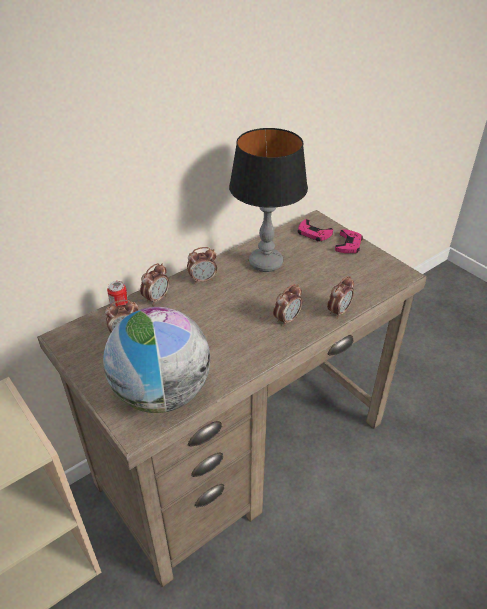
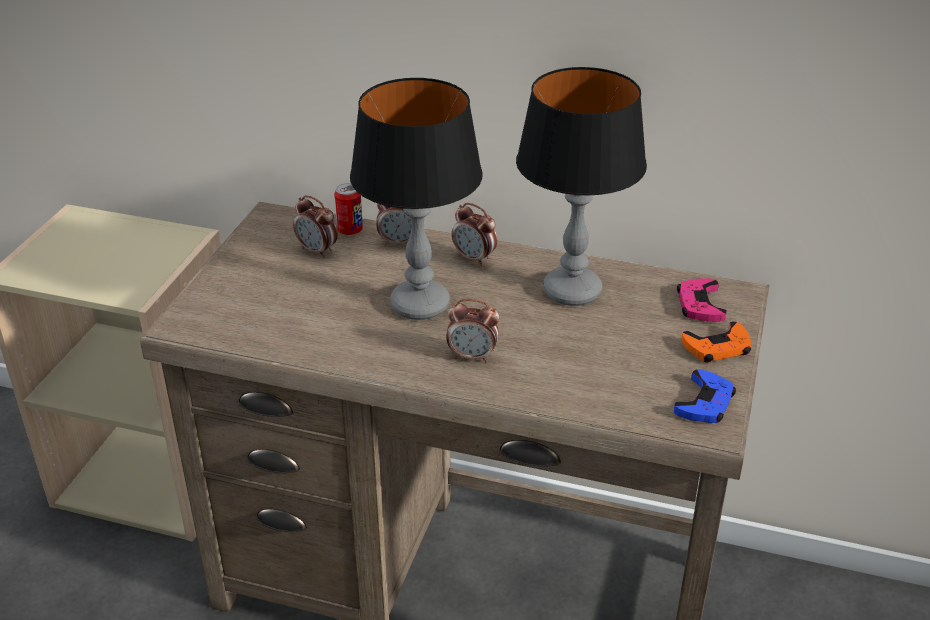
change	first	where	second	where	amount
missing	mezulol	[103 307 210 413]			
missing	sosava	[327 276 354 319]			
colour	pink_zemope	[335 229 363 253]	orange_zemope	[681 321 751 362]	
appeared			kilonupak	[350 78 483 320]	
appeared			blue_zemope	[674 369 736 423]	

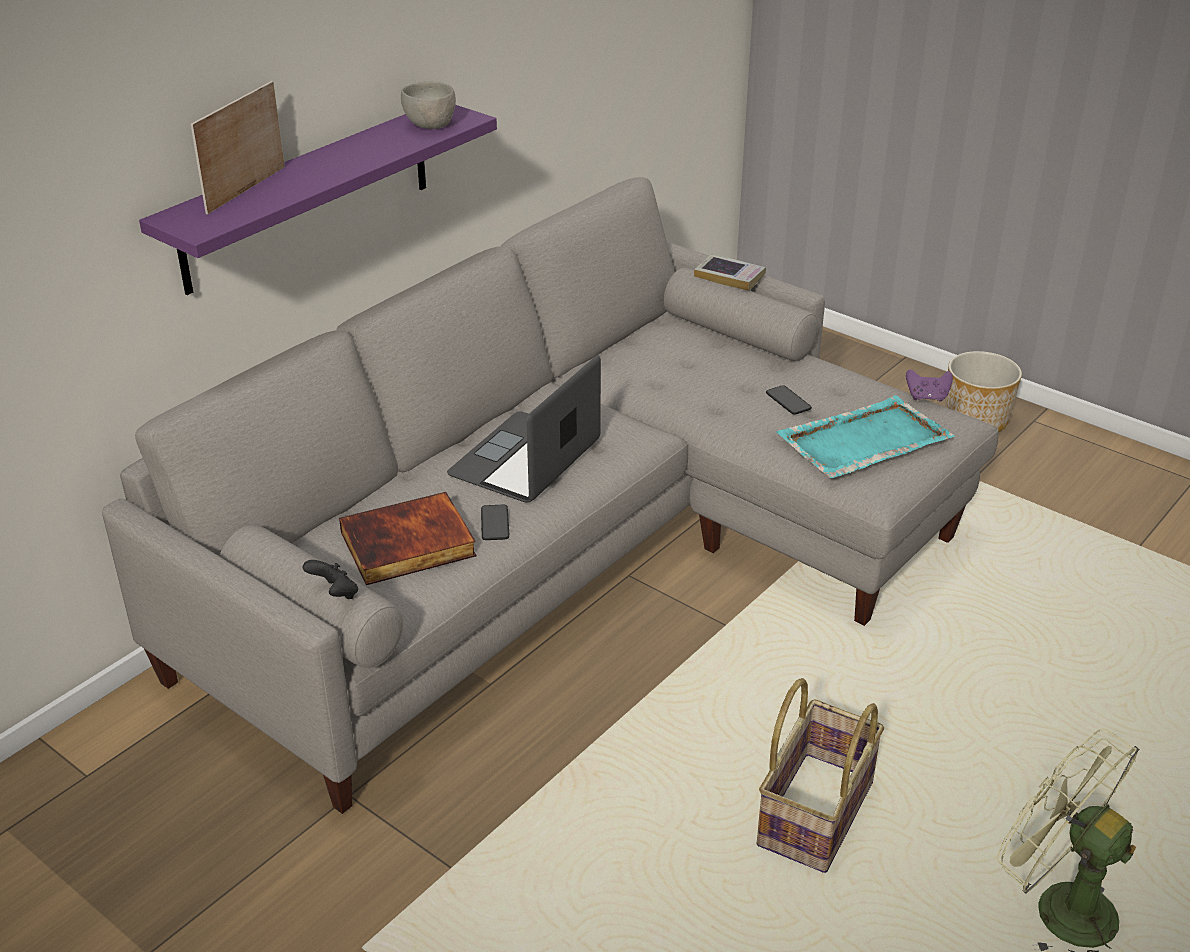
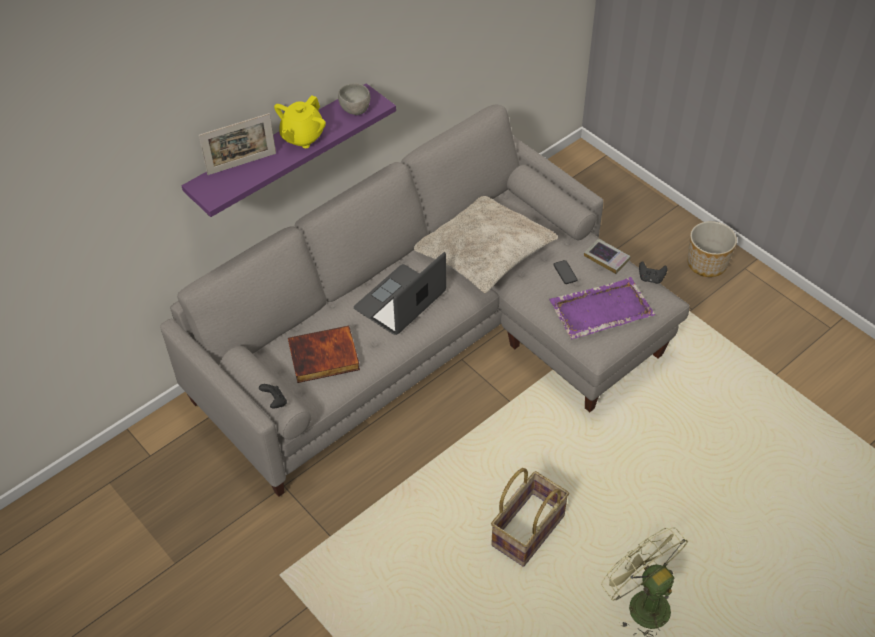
change	first	where	second	where	amount
spun	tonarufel	[191 81 285 215]		[199 113 276 175]	150 degrees counterclockwise
missing	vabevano	[481 505 509 540]			
relocated	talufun	[694 254 766 291]		[584 238 631 274]	
colour	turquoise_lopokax	[776 395 955 478]	purple_lopokax	[549 277 655 339]	
colour	purple_zemope	[906 369 953 402]	black_zemope	[639 261 668 284]	
appeared			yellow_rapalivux	[274 95 326 148]	
appeared			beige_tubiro	[414 196 558 293]	

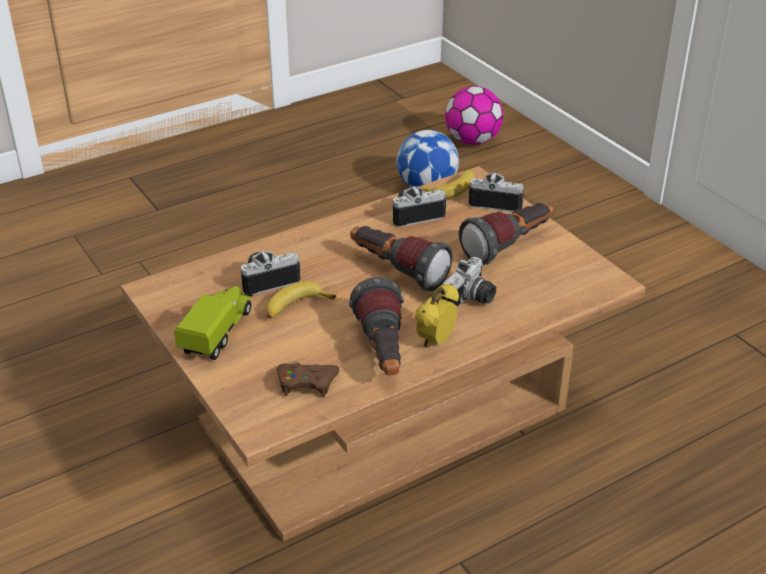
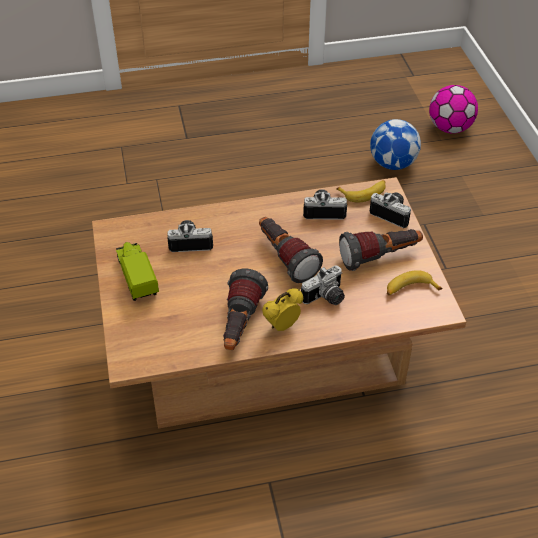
change	first	where	second	where	amount
spun	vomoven	[174 286 253 360]		[116 242 159 301]	60 degrees counterclockwise
relocated	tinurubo	[266 281 336 319]		[387 270 442 295]	
missing	brown_zemope	[277 362 339 397]			

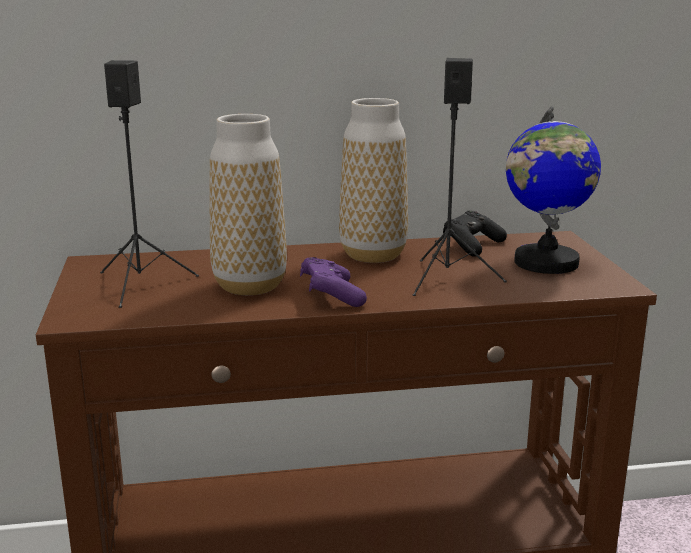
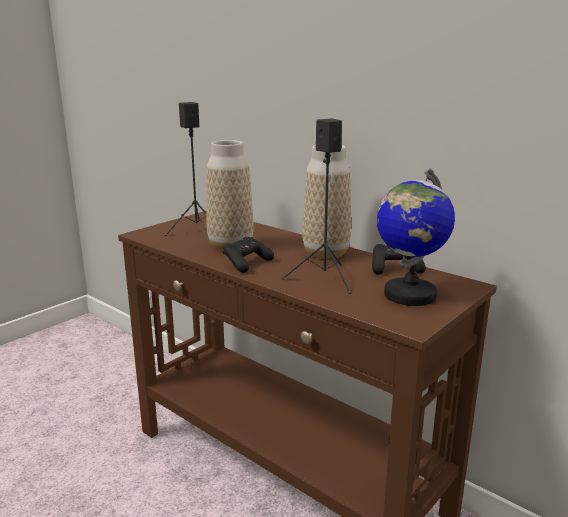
change	first	where	second	where	amount
colour	purple_zemope	[300 257 367 307]	black_zemope	[223 237 274 273]	

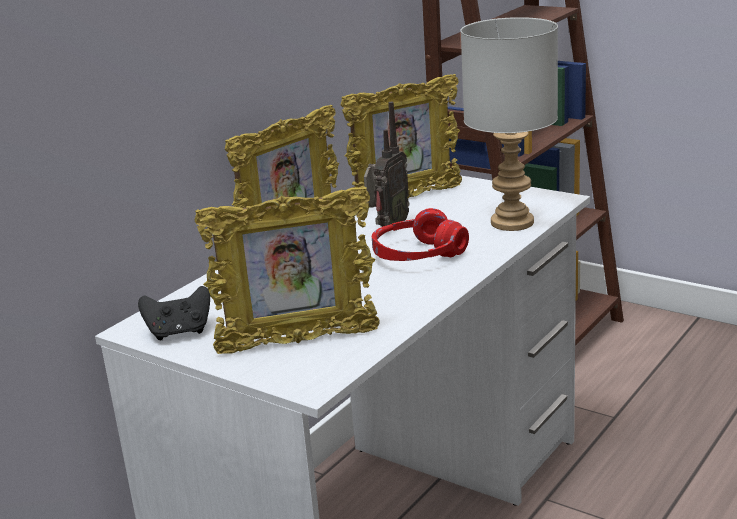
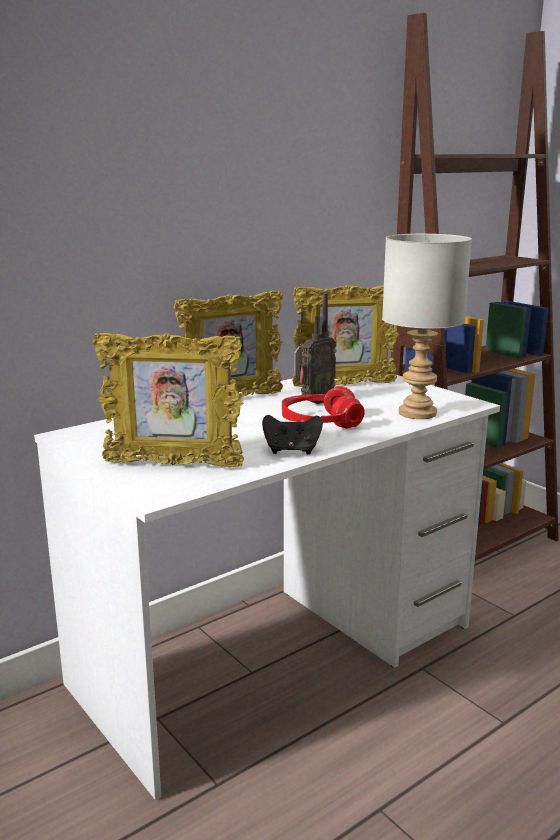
change	first	where	second	where	amount
relocated	black_zemope	[138 286 210 340]		[262 415 323 454]	

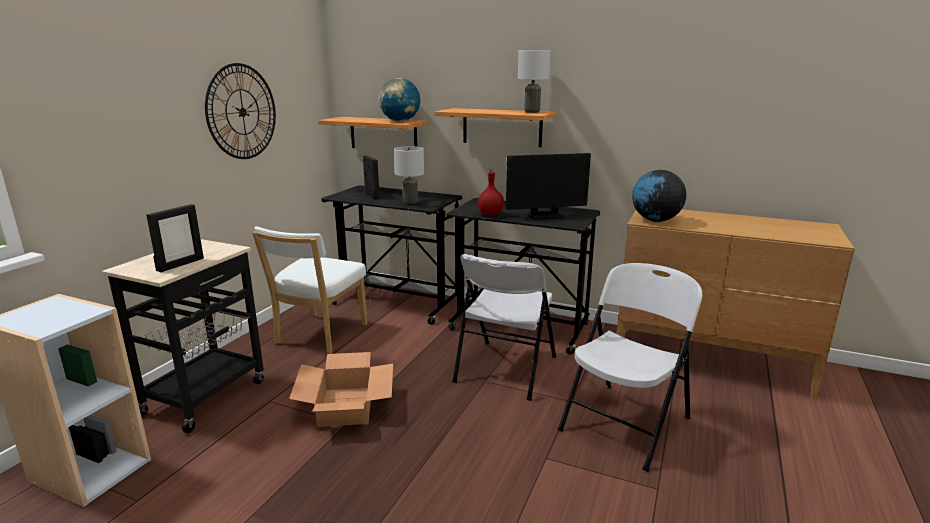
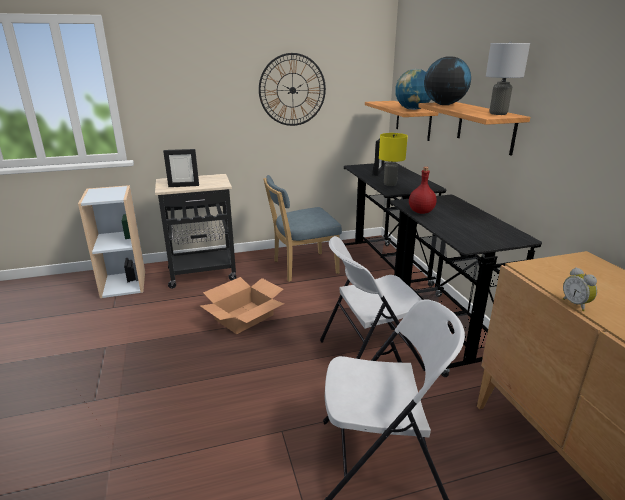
change	first	where	second	where	amount
colour	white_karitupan	[252 226 367 354]	blue_karitupan	[263 175 342 282]	
colour	white_kilonupak	[394 146 424 204]	yellow_kilonupak	[379 133 408 186]	
missing	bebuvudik	[506 153 591 220]			
relocated	mezulol	[632 170 686 222]		[424 57 471 105]	
appeared			sosava	[563 267 597 311]	

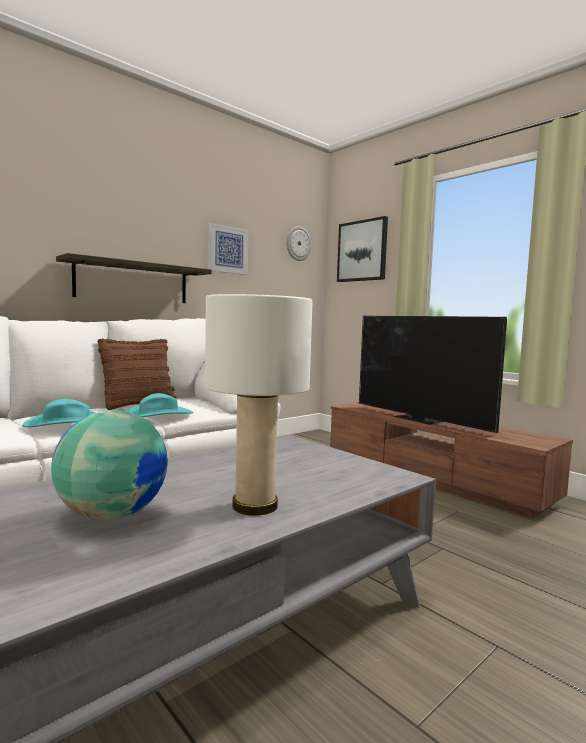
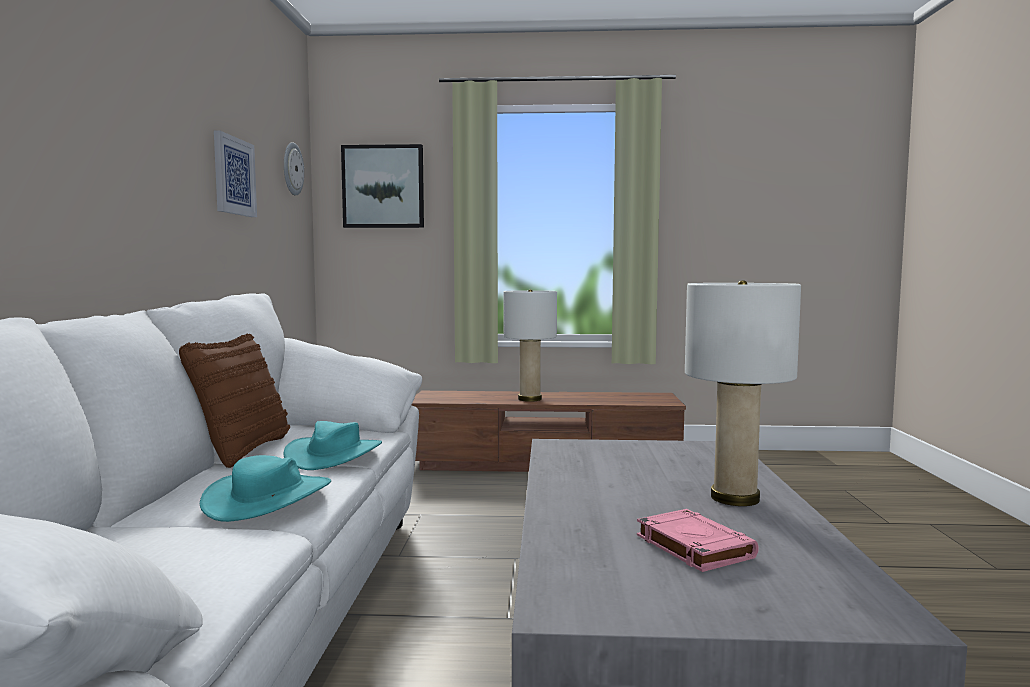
change	first	where	second	where	amount
exchanged	mezulol	[51 410 168 521]	pink_talufun	[637 509 759 572]	
missing	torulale	[56 253 212 303]			
exchanged	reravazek	[359 316 507 433]	white_kilonupak	[503 289 557 402]	

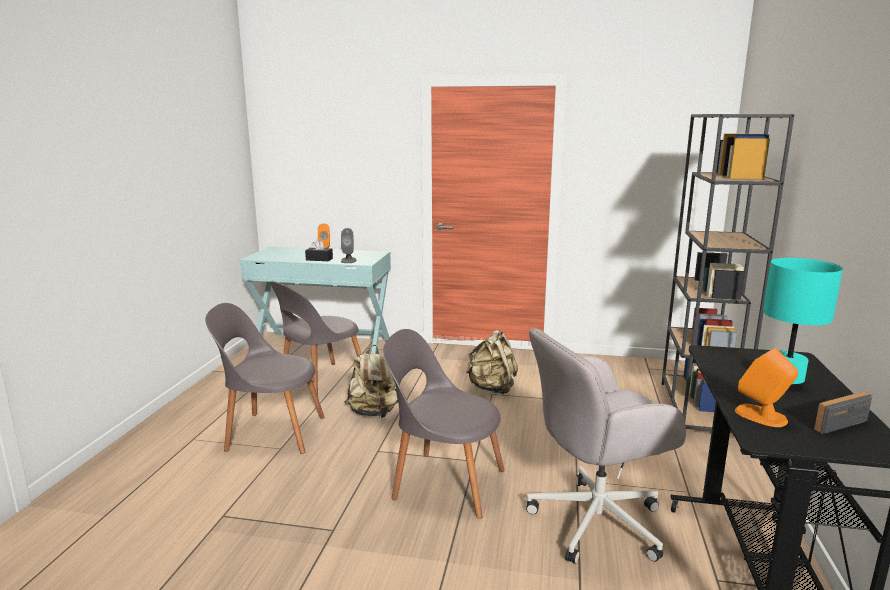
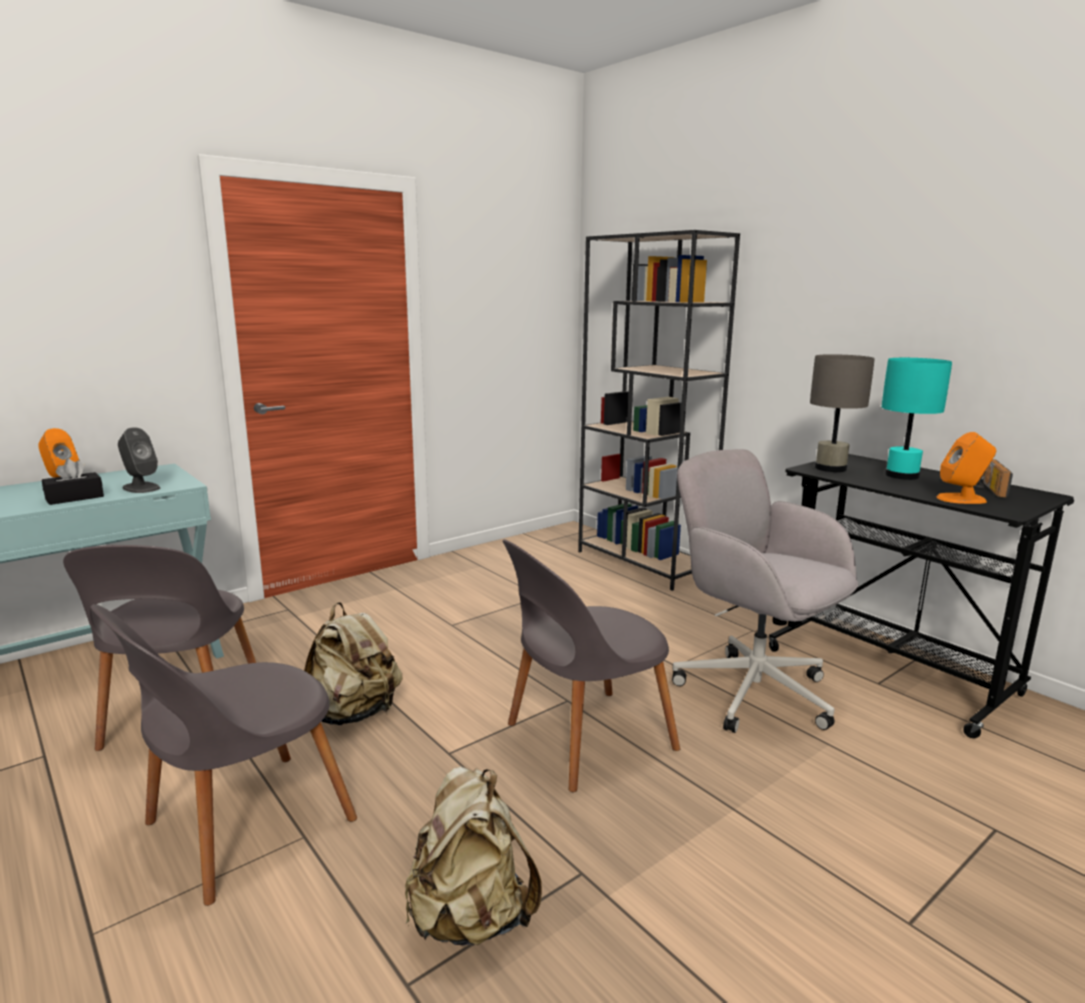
change	first	where	second	where	amount
relocated	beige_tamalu	[466 330 518 395]		[405 766 542 946]	
spun	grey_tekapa	[526 328 686 564]		[672 449 859 733]	120 degrees clockwise
appeared			grey_kilonupak	[810 354 875 472]	

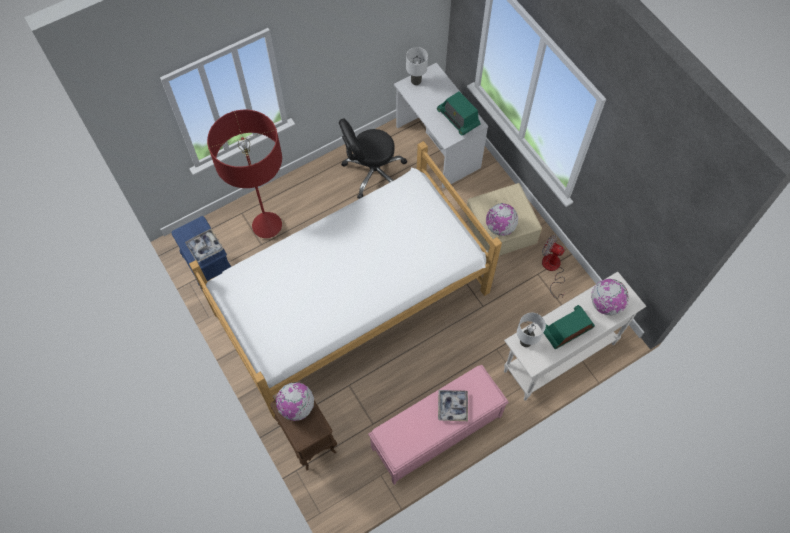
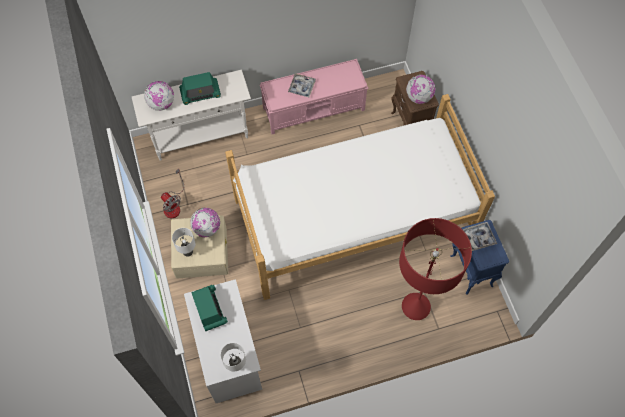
change	first	where	second	where	amount
missing	black_tekapa	[339 118 407 199]			
relocated	white_kilonupak	[517 313 546 347]		[172 228 196 257]	

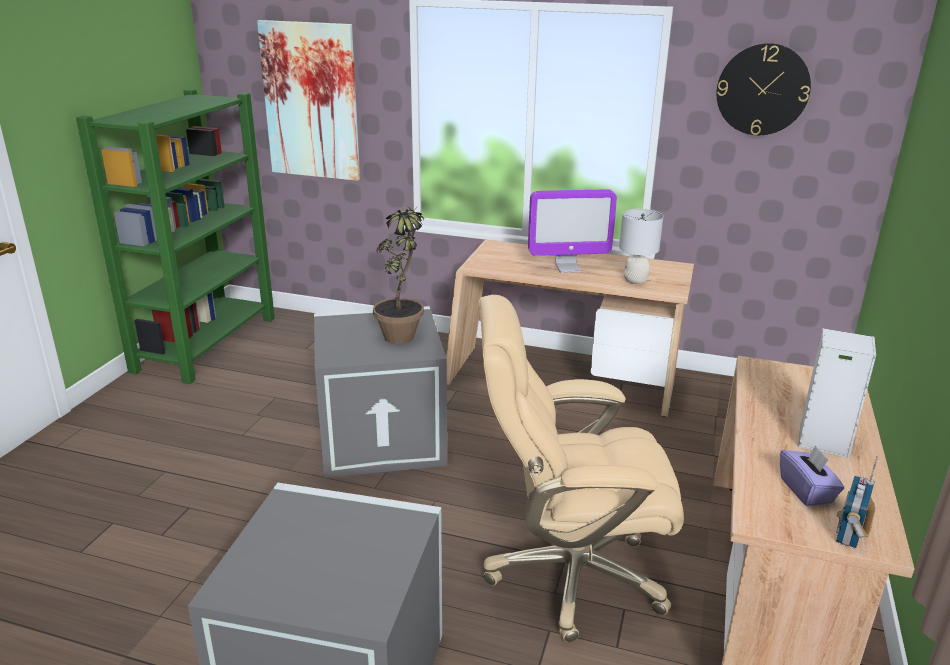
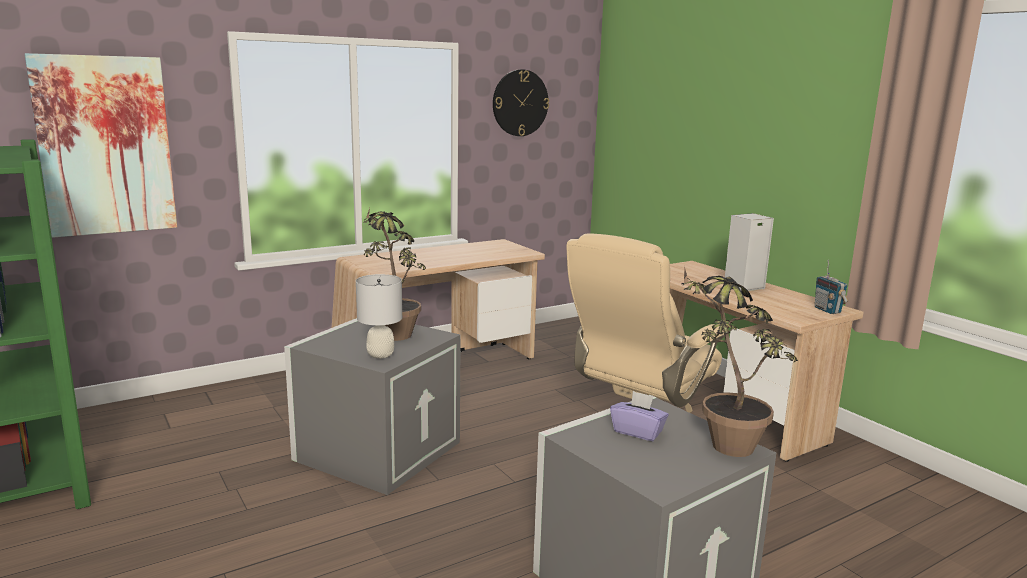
change	first	where	second	where	amount
missing	bebuvudik	[528 190 617 273]			
relocated	grey_kilonupak	[619 209 664 284]		[356 274 402 359]	
relocated	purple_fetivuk	[780 445 844 506]		[610 391 669 441]	
appeared			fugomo	[682 265 798 457]	

